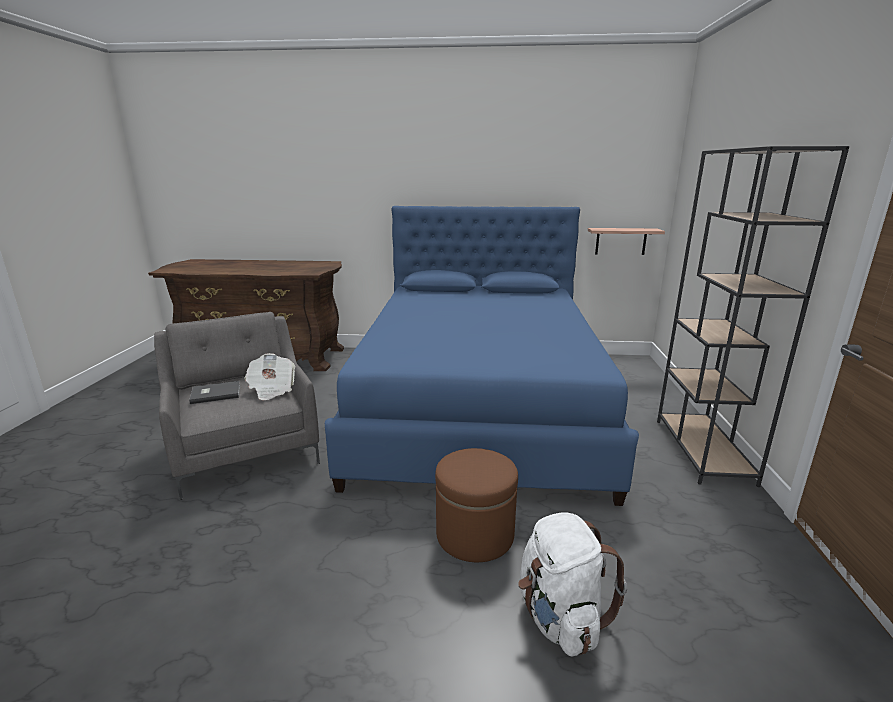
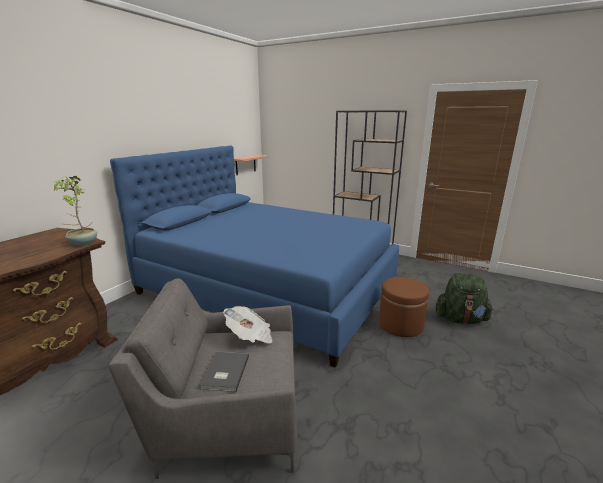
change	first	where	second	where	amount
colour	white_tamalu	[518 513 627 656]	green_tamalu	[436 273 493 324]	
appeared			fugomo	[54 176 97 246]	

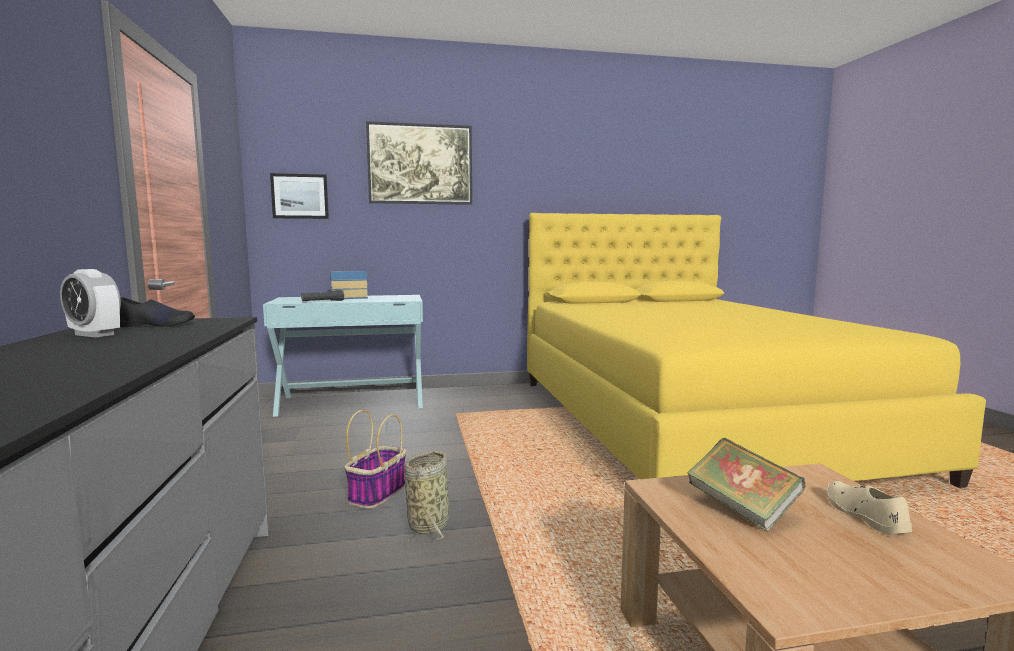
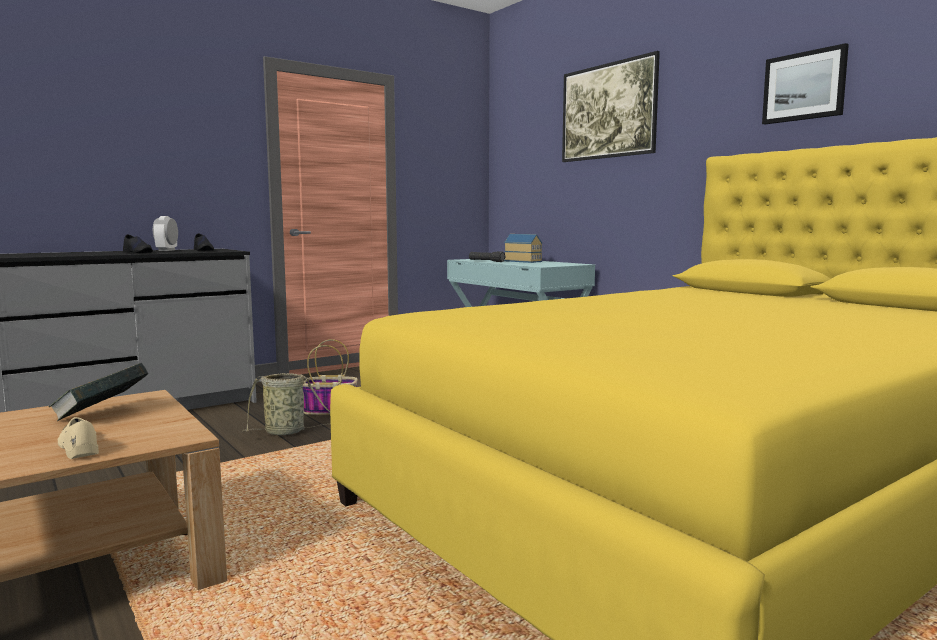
change	first	where	second	where	amount
relocated	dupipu	[270 173 329 219]		[762 43 849 124]	
spun	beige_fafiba	[827 481 912 535]		[58 417 99 459]	90 degrees counterclockwise
appeared			black_fafiba	[123 234 153 253]	

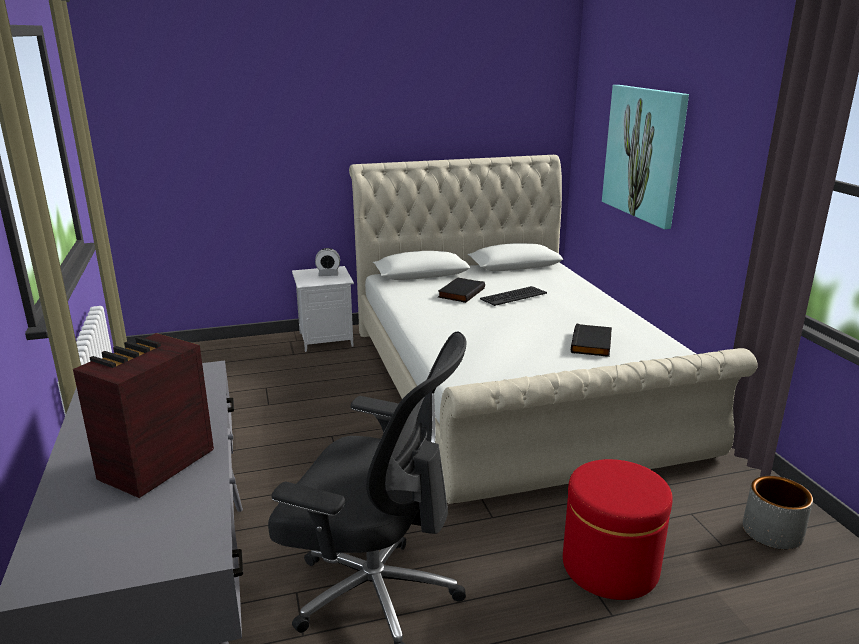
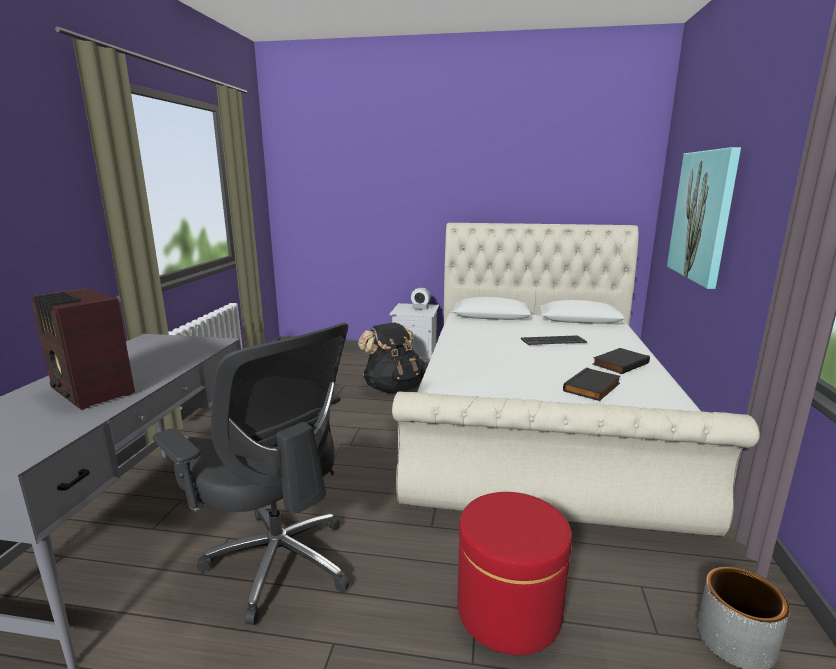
change	first	where	second	where	amount
spun	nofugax	[73 333 214 498]		[31 288 135 410]	105 degrees counterclockwise
relocated	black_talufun	[438 278 485 303]		[593 348 650 374]	
appeared			black_tamalu	[358 322 425 393]	

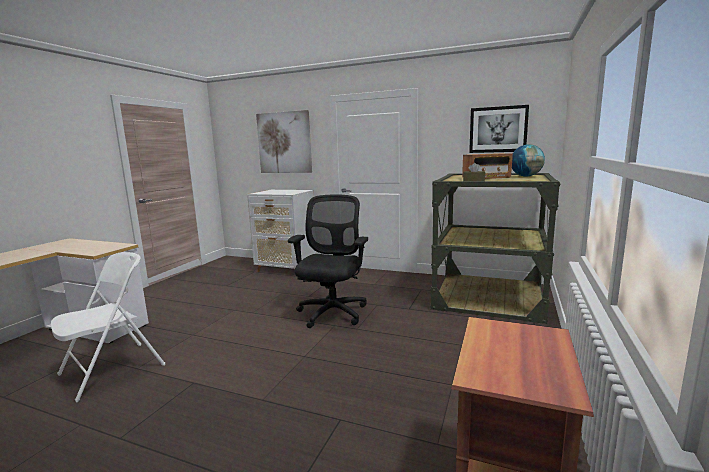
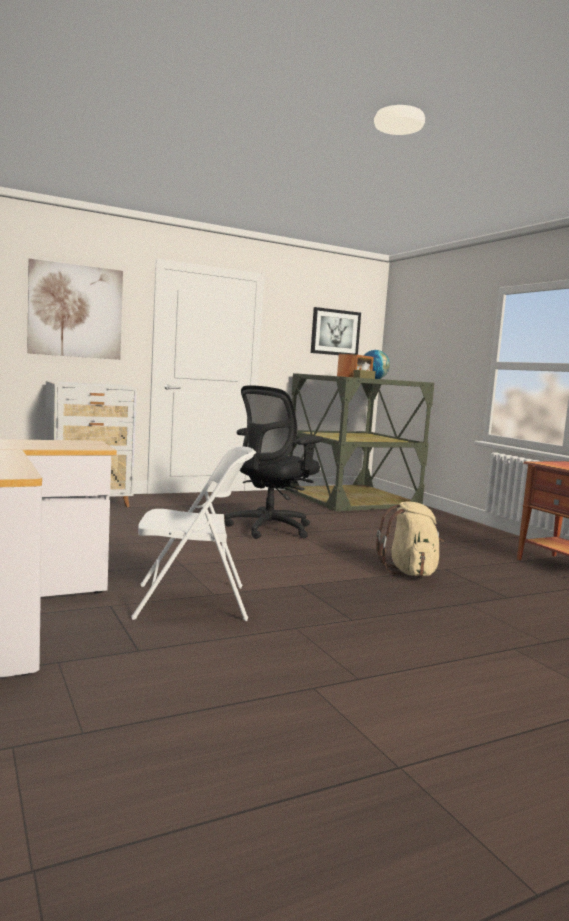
change	first	where	second	where	amount
spun	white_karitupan	[51 252 165 402]		[131 446 256 621]	90 degrees clockwise
spun	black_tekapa	[288 194 368 328]		[225 385 323 539]	105 degrees counterclockwise
appeared			beige_tamalu	[376 501 444 576]	

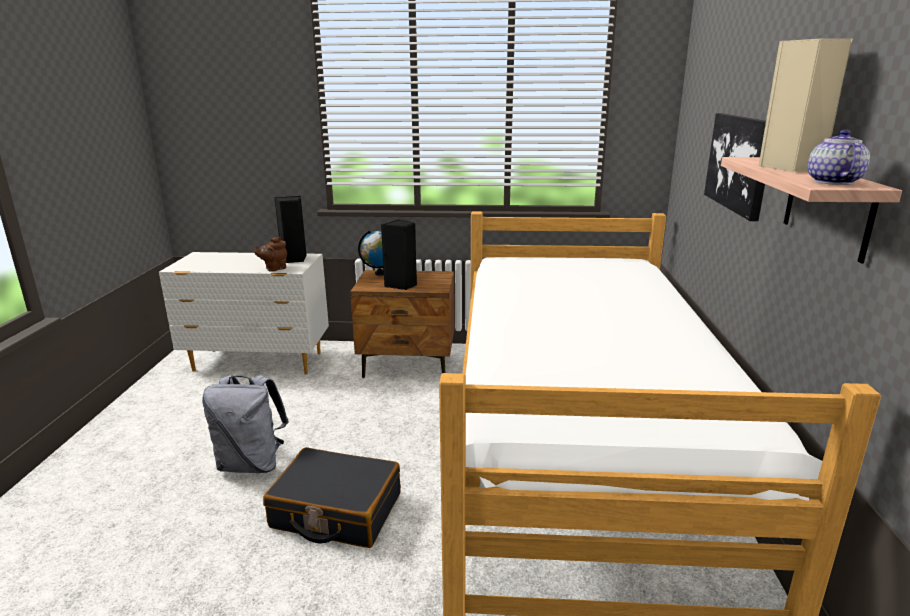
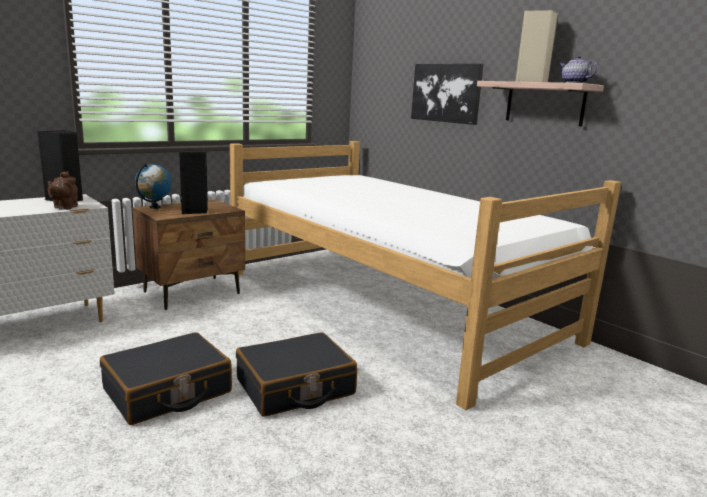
change	first	where	second	where	amount
exchanged	grey_tamalu	[202 375 289 473]	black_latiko	[100 332 232 425]	

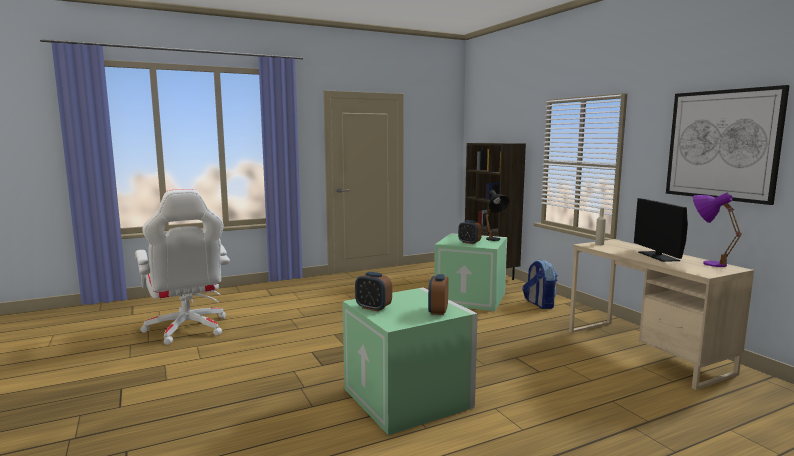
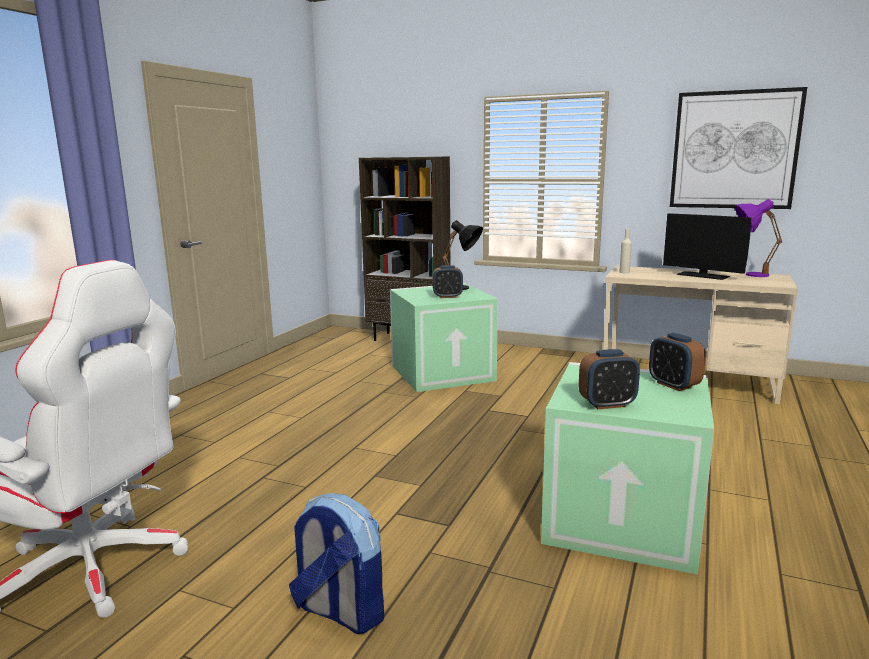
change	first	where	second	where	amount
relocated	tamalu	[523 259 558 309]		[289 493 384 634]	

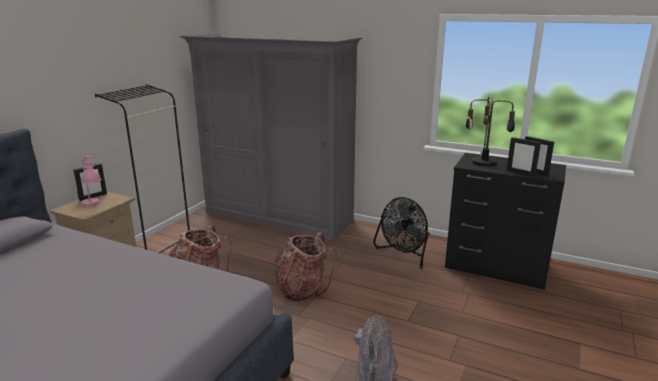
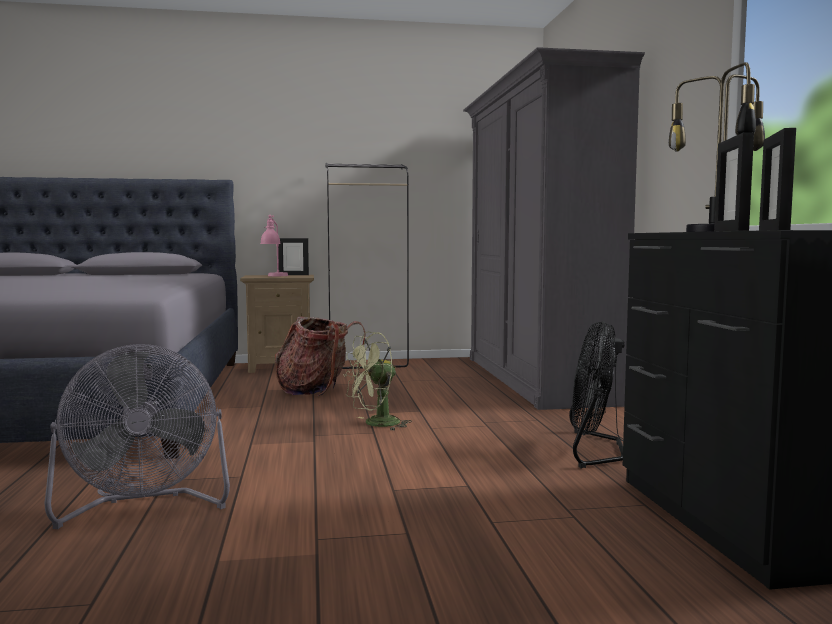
change	first	where	second	where	amount
exchanged	tamalu	[275 232 337 302]	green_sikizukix	[343 332 412 430]	

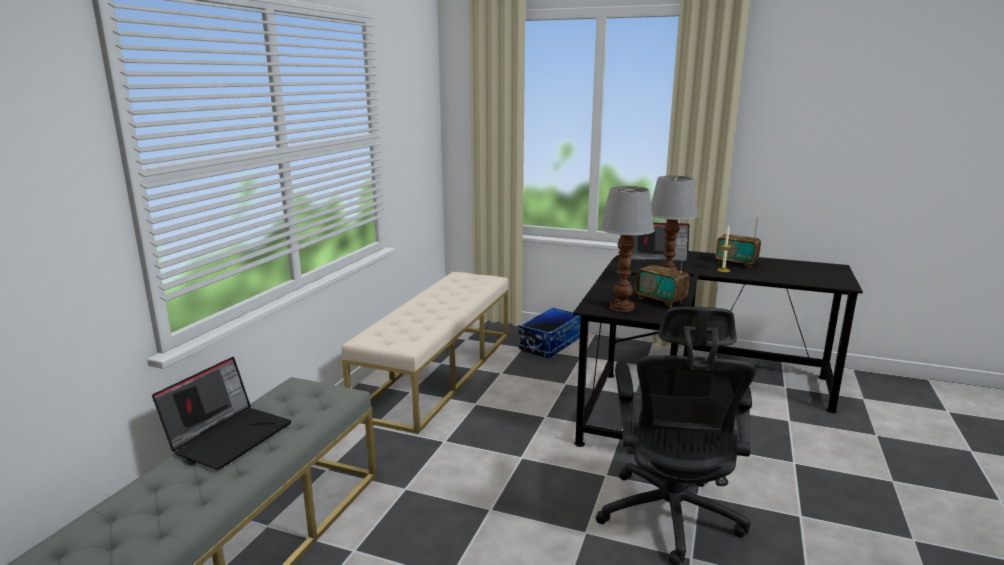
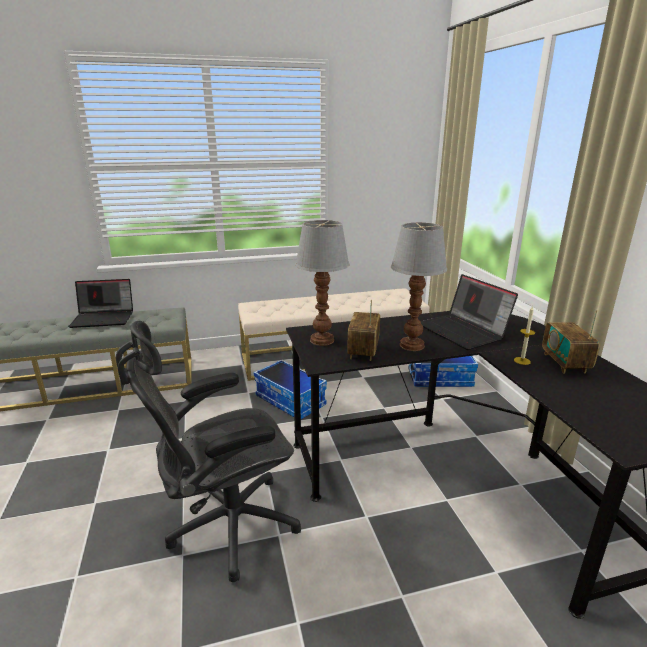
change	first	where	second	where	amount
appeared			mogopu	[254 360 327 419]	

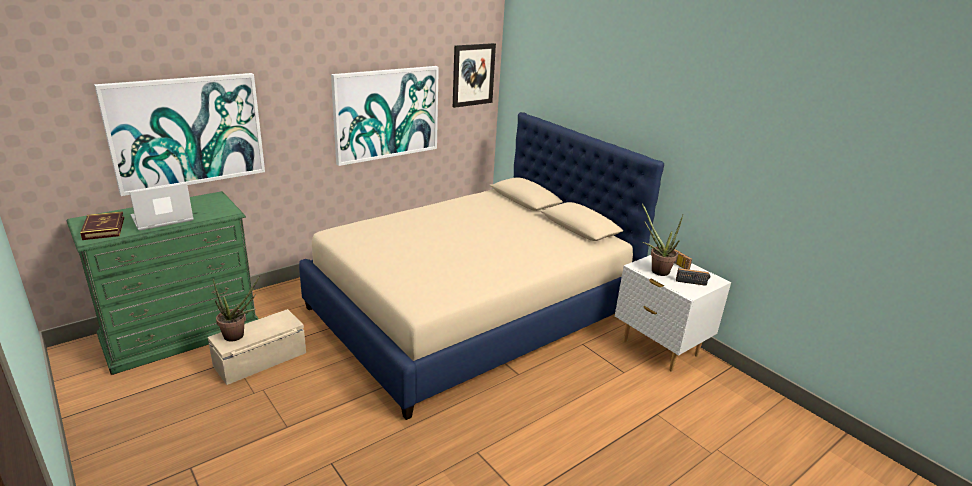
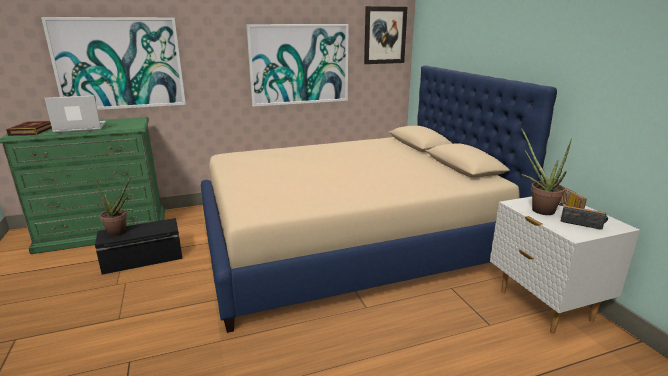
change	first	where	second	where	amount
colour	beige_mogopu	[208 309 306 385]	black_mogopu	[95 218 183 275]	

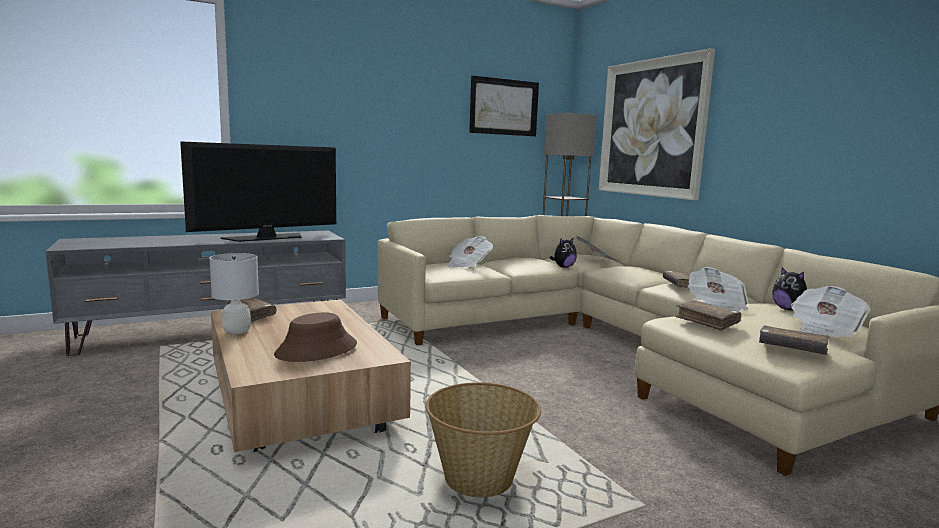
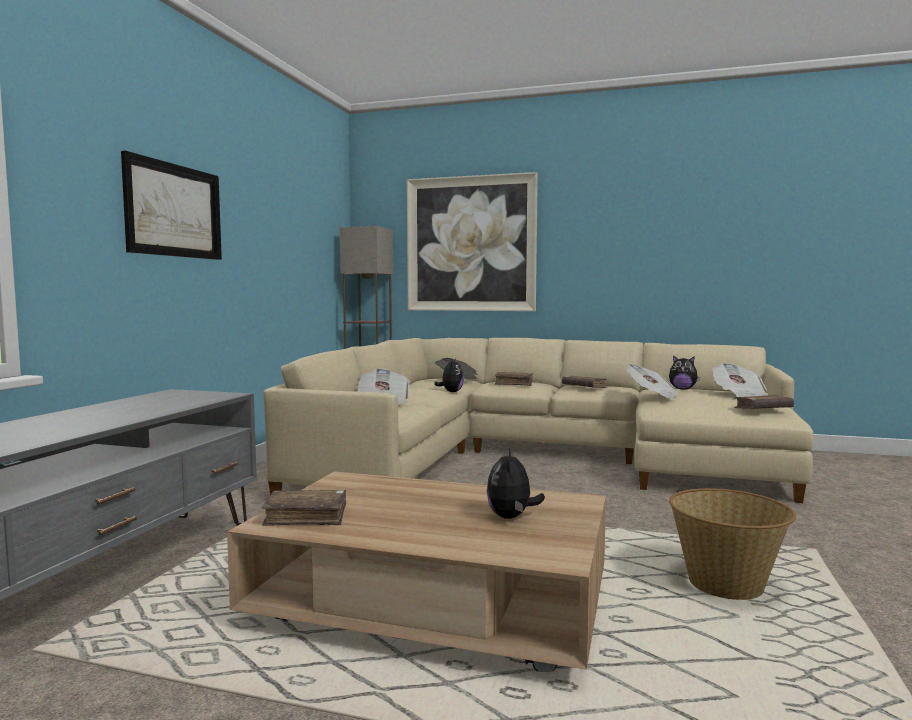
change	first	where	second	where	amount
missing	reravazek	[180 141 336 242]			
missing	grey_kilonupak	[210 253 259 334]			
exchanged	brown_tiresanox	[274 312 357 362]	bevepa	[487 447 545 519]	
relocated	dupipu	[469 76 539 136]		[121 151 222 260]	
relocated	brown_talufun	[675 300 741 331]		[495 372 533 386]	

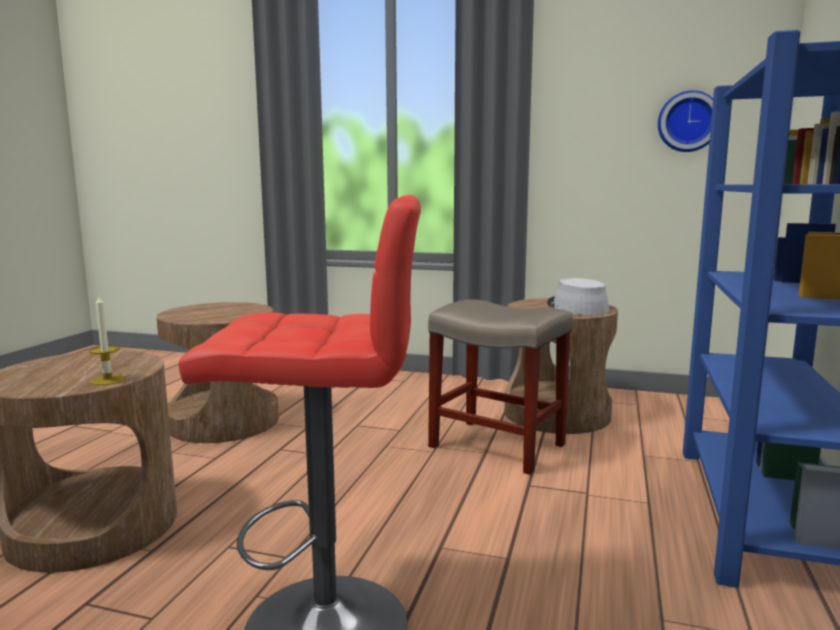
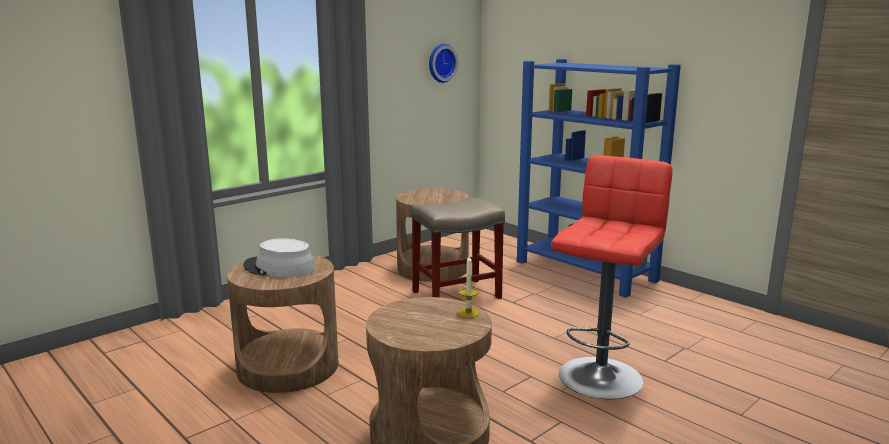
change	first	where	second	where	amount
relocated	grey_tiresanox	[547 278 609 315]		[244 238 315 277]	

